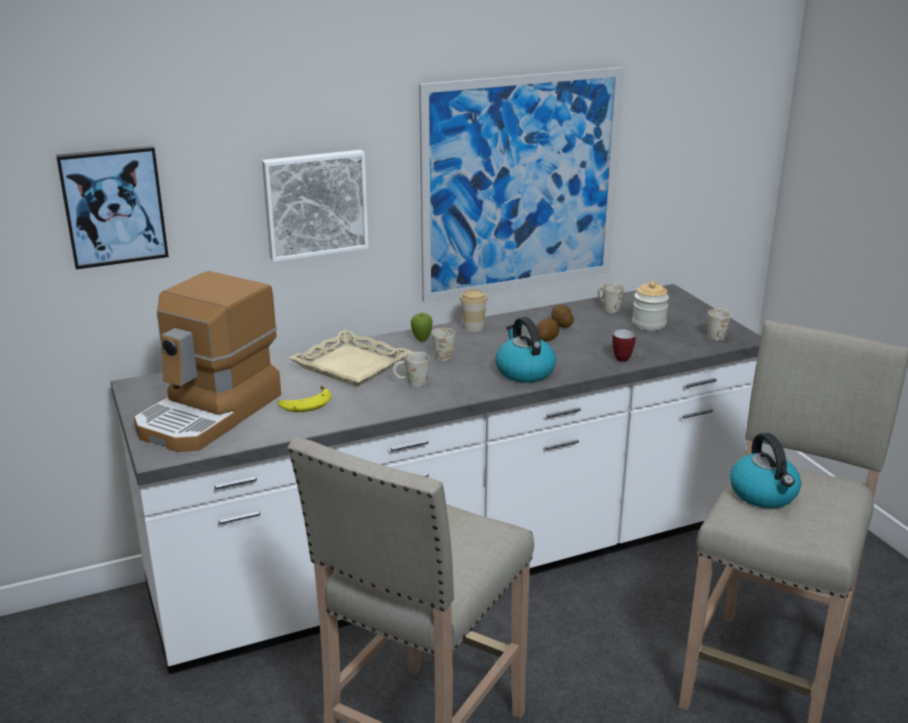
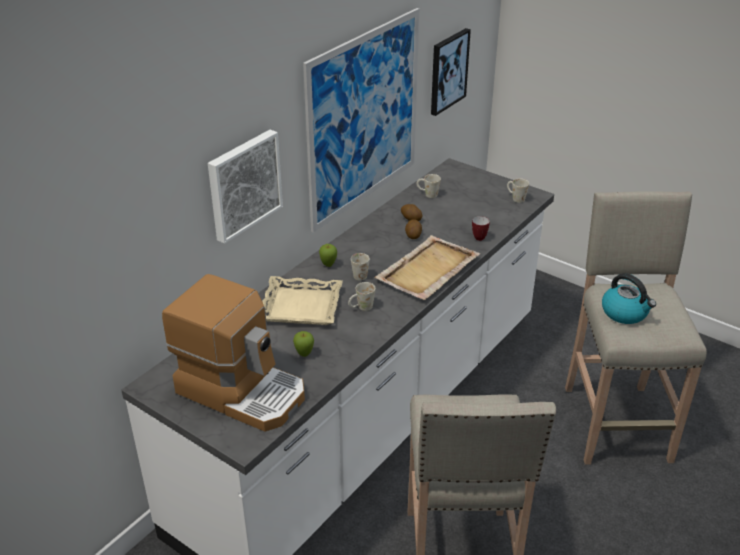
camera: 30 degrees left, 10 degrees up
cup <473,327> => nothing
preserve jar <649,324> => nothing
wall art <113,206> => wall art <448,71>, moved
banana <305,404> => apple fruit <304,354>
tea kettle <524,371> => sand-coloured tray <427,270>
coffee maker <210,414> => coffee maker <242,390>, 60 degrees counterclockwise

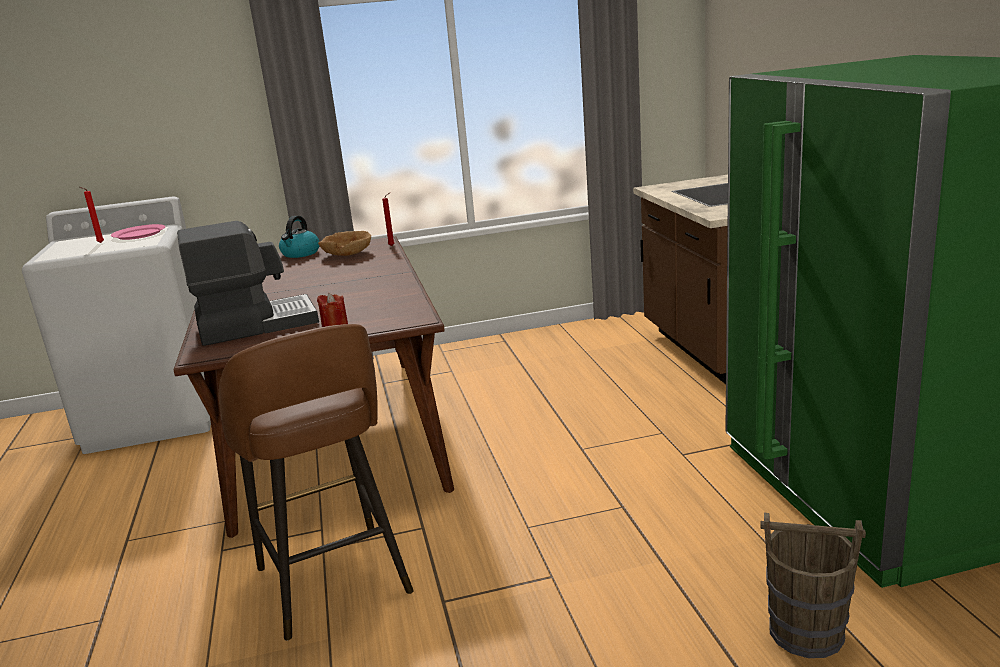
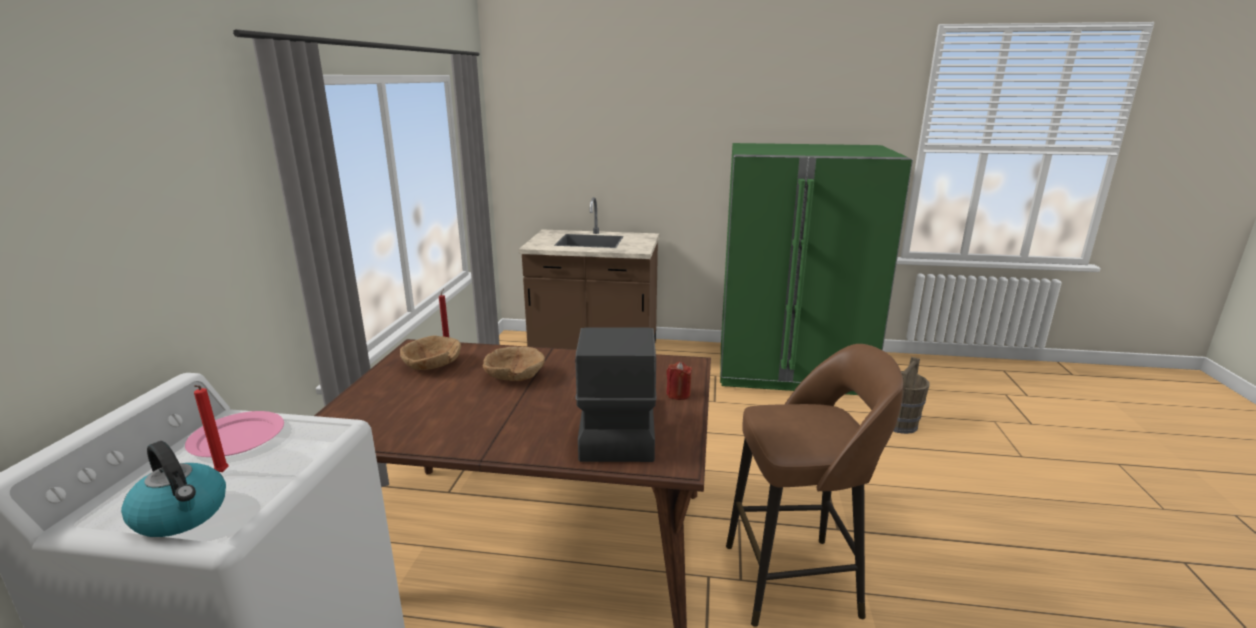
camera: 70 degrees left, 0 degrees up
nothing => brown-coloured deep dish <513,376>
tea kettle <300,253> => tea kettle <182,515>, moved

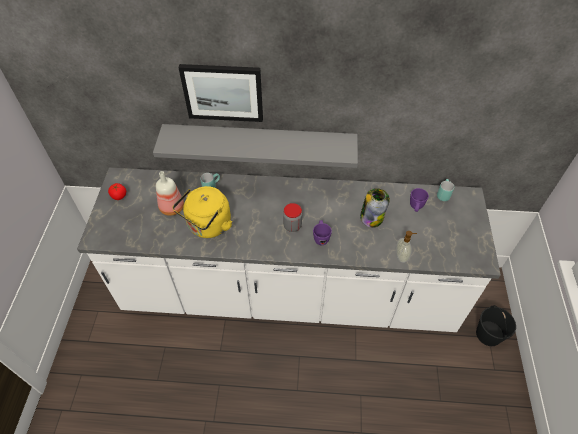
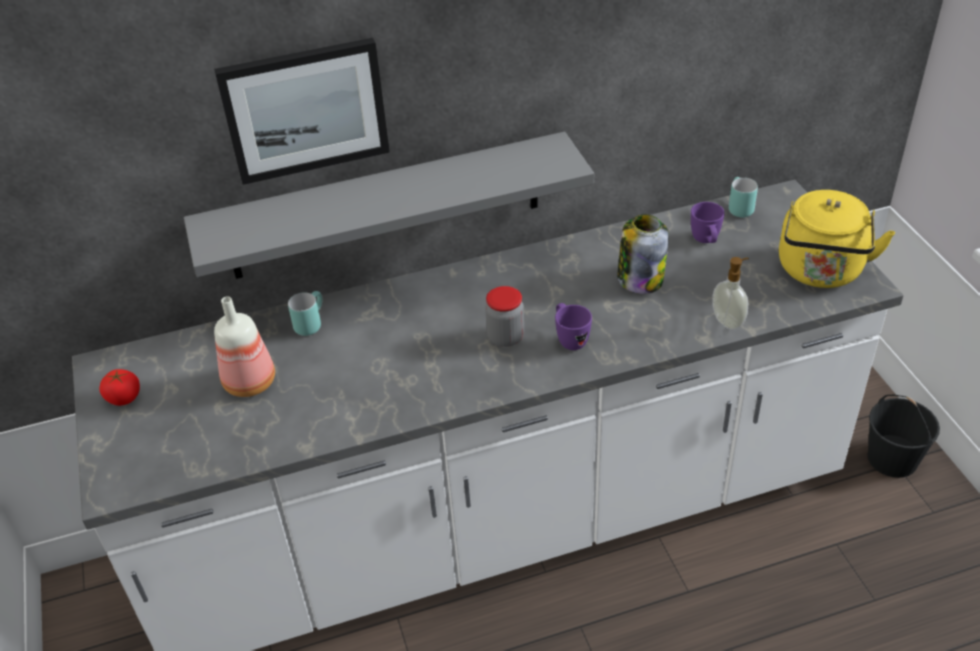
camera: 20 degrees left, 10 degrees down
yellow tea kettle <208,226> => yellow tea kettle <820,272>, moved

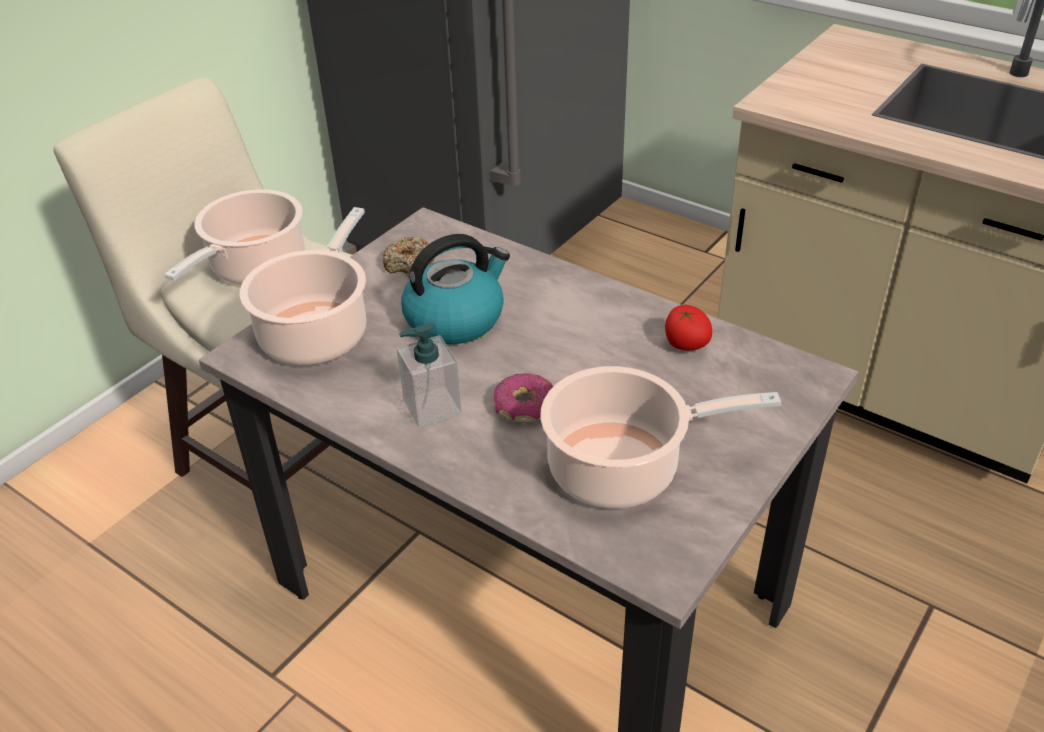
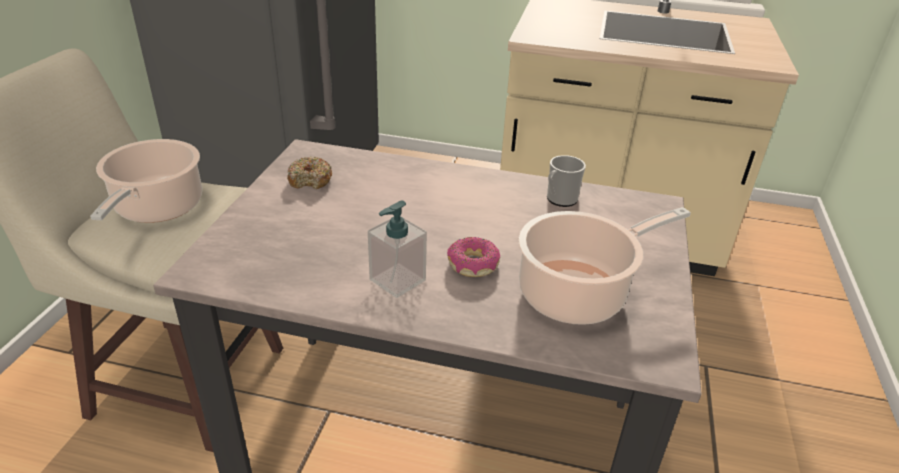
camera: 25 degrees left, 5 degrees down
saucepot <317,331> => nothing
tea kettle <456,318> => nothing
fresh tomato <685,344> => mug <559,200>

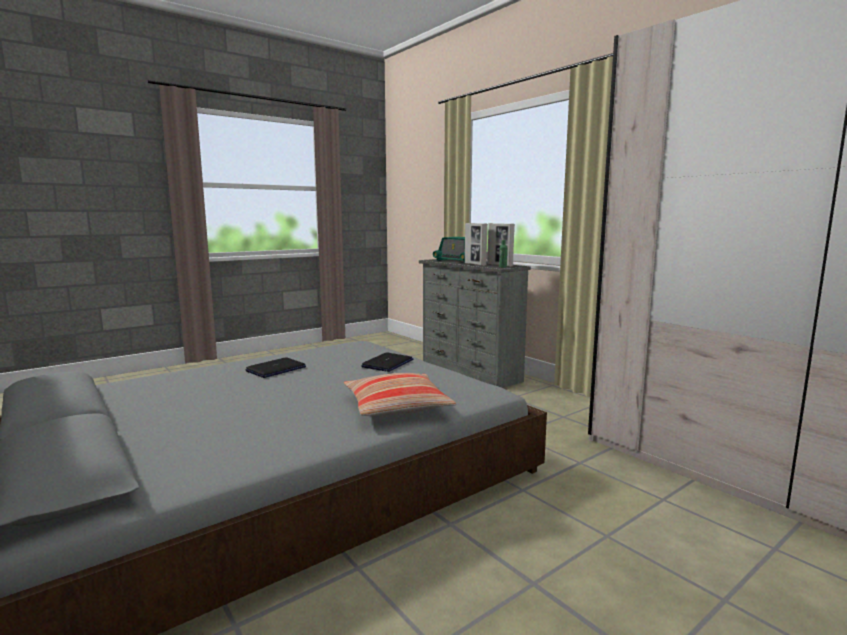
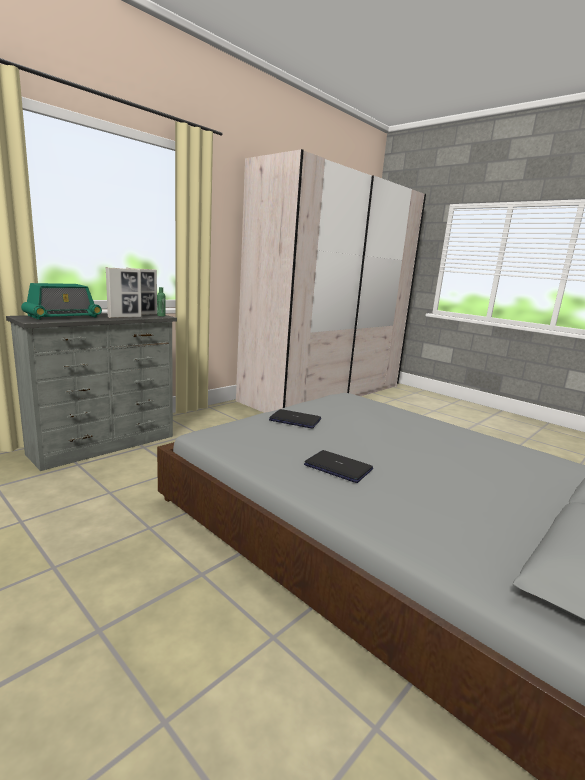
camera: 100 degrees left, 5 degrees up
throw pillow <397,406> => nothing

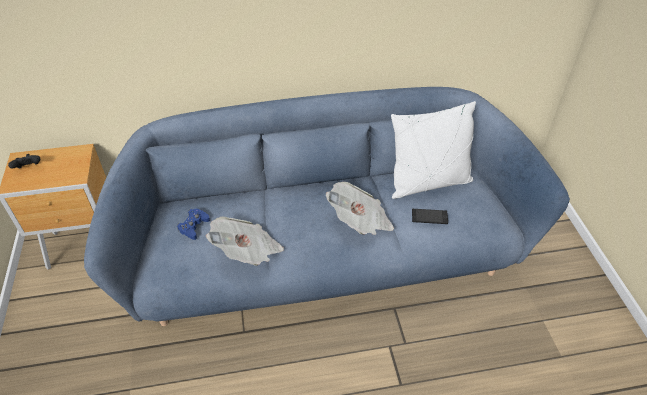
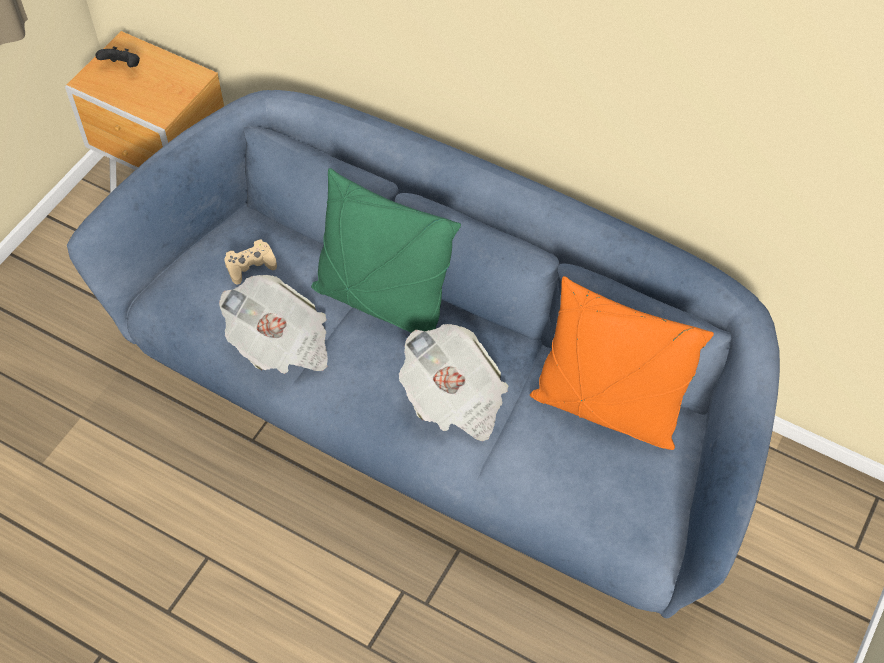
camera: 40 degrees right, 10 degrees up
telephone <429,217> => nothing
nothing => green throw pillow <382,302>
blue-coloured gamepad <194,226> => sand-coloured gamepad <250,265>
whitish throw pillow <428,183> => orange throw pillow <607,408>

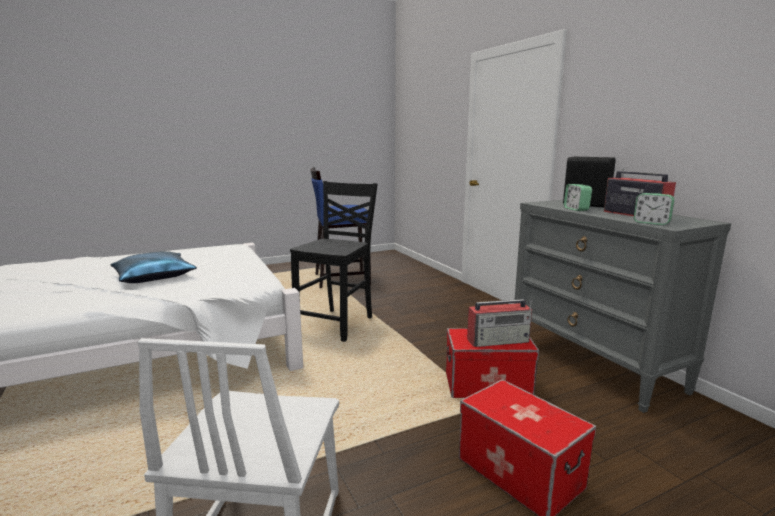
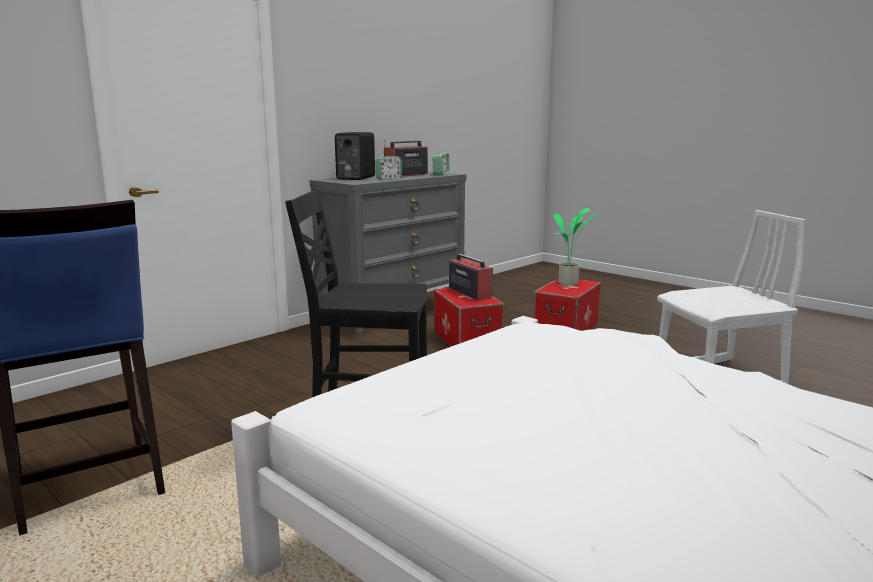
camera: 110 degrees left, 0 degrees up
blue-coloured throw pillow <154,276> => nothing
nothing => houseplant <569,283>

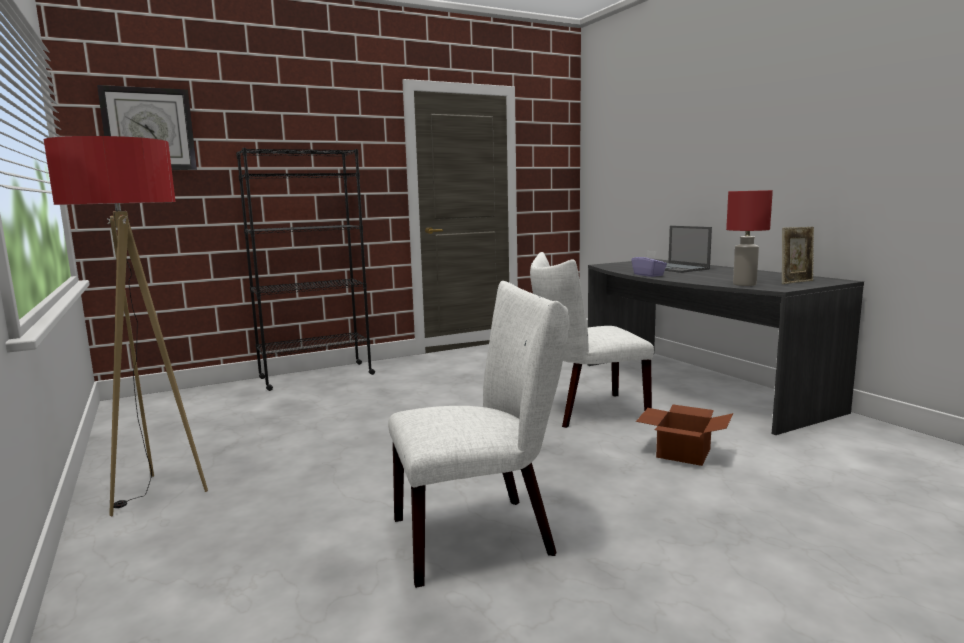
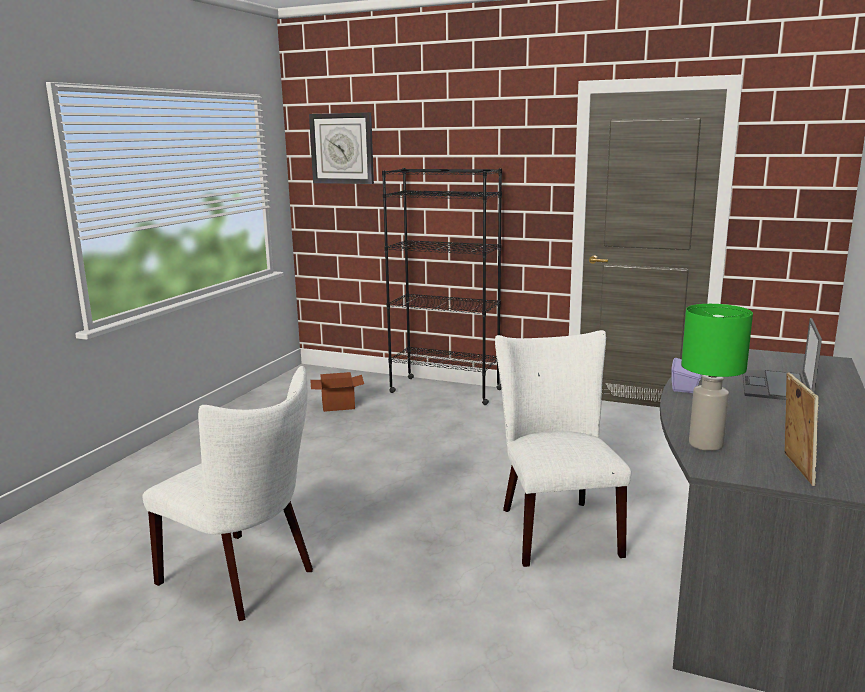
camera: 50 degrees right, 5 degrees up
standing lamp <157,494> => nothing
packing box <682,452> => packing box <339,404>, moved
reddish lamp for a table <744,285> => green lamp for a table <704,444>
whitish chair <586,411> => whitish chair <555,527>, 45 degrees clockwise
photo frame <796,282> => photo frame <795,468>, 105 degrees counterclockwise

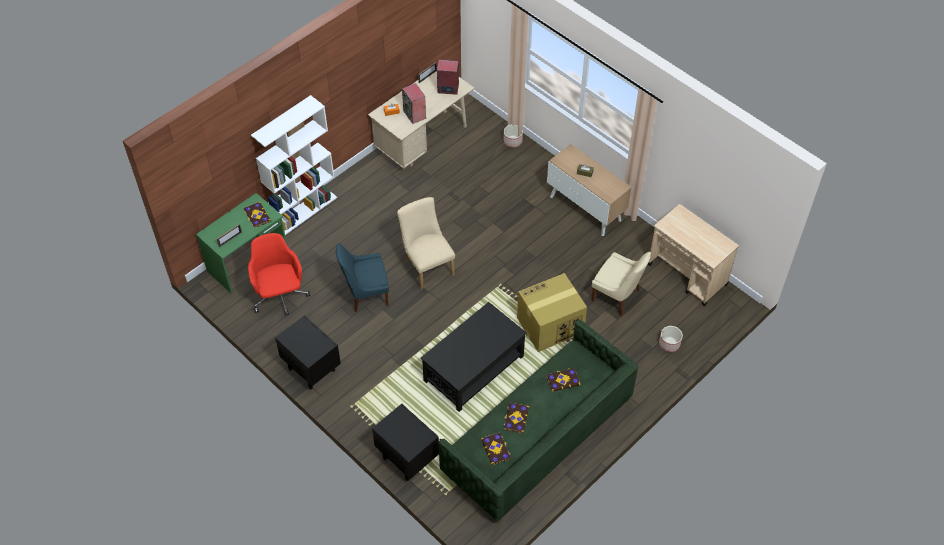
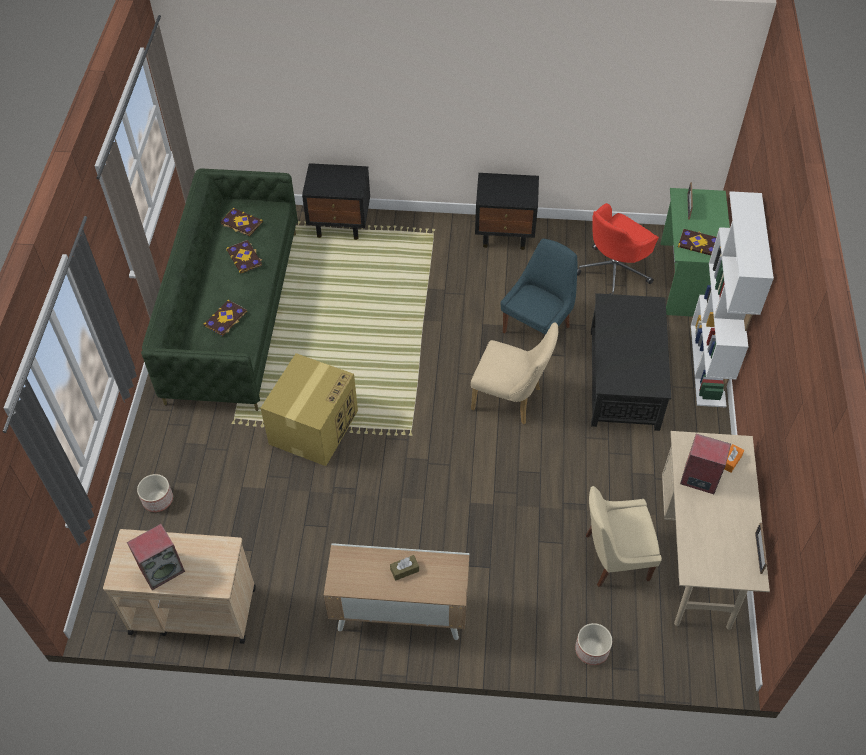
camera: 140 degrees right, 0 degrees up
black lounge table <473,368> => black lounge table <624,378>, moved
loudspeaker <447,88> => loudspeaker <162,569>, moved
sand-coloured chair <617,296> => sand-coloured chair <613,557>, moved
reddish computer chair <280,296> => reddish computer chair <614,271>, 105 degrees clockwise

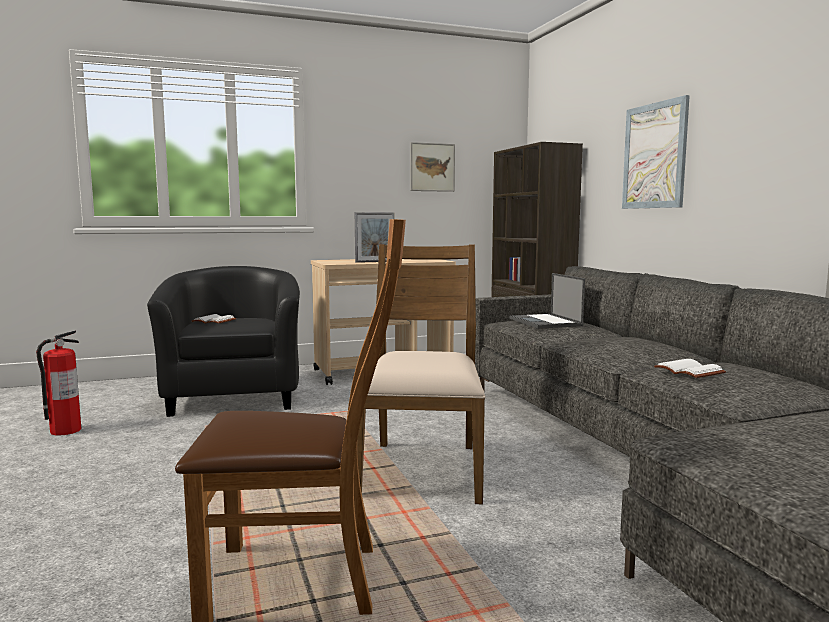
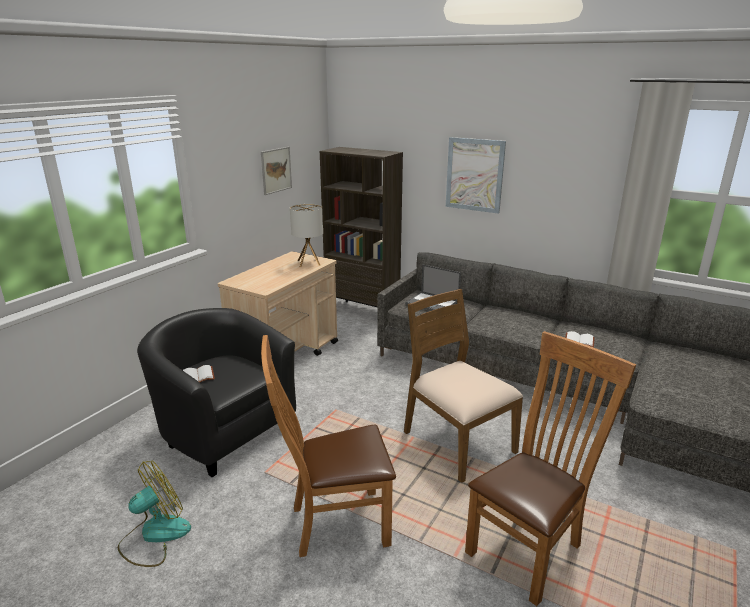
camera: 40 degrees left, 15 degrees up
photo frame <375,262> => nothing
nothing => brown-coloured chair <333,524>
nothing => lamp for a table <308,263>
extinguisher <65,431> => fan <154,535>

